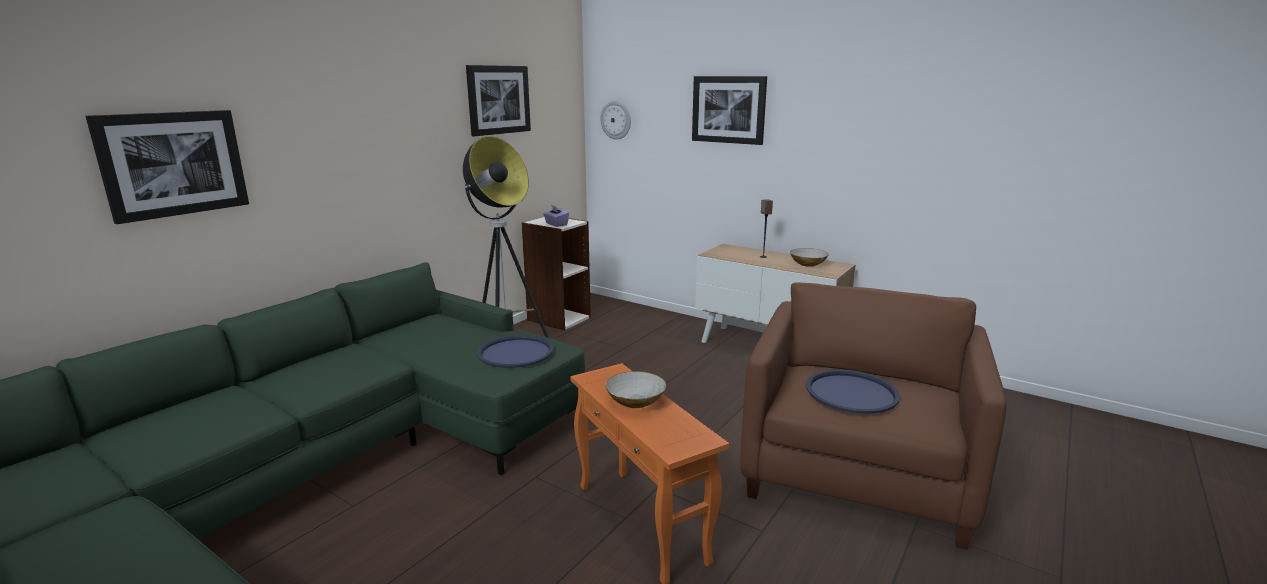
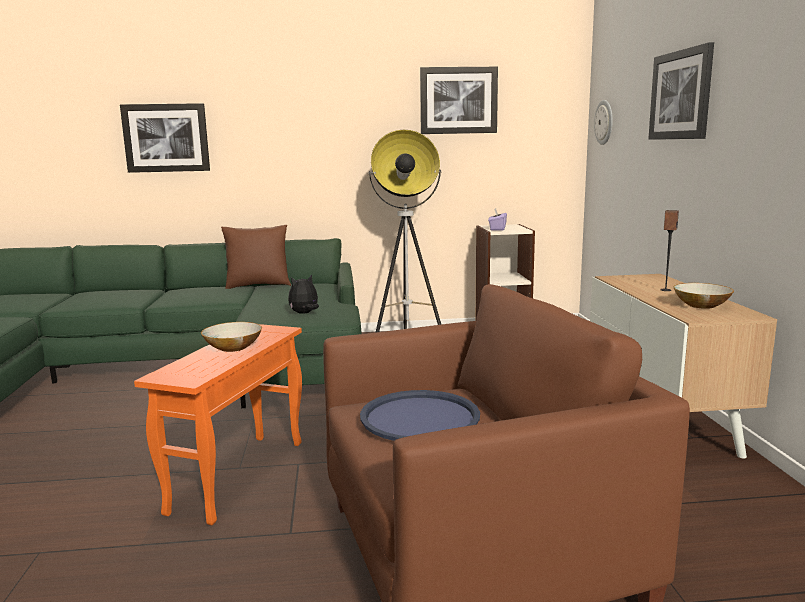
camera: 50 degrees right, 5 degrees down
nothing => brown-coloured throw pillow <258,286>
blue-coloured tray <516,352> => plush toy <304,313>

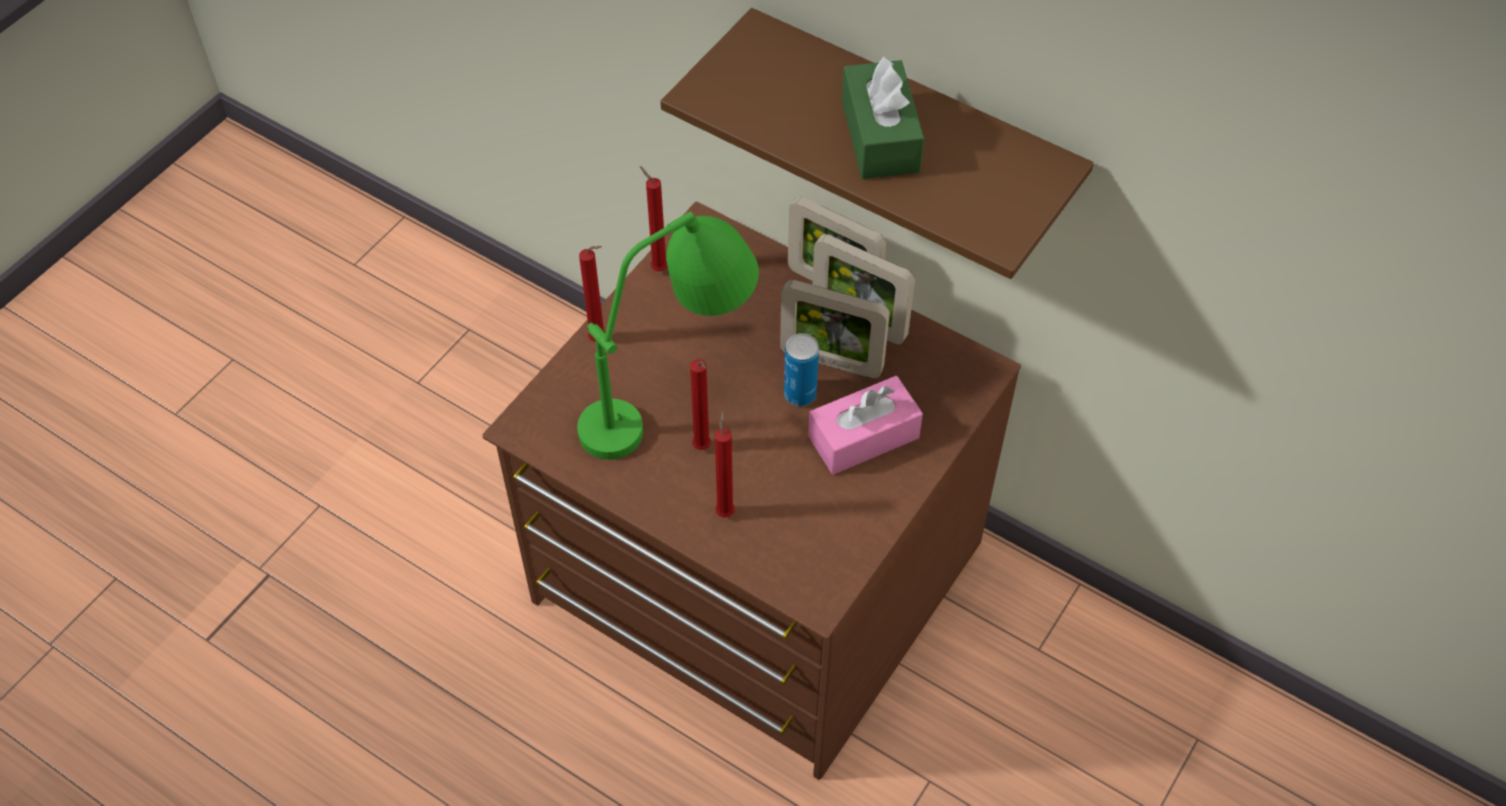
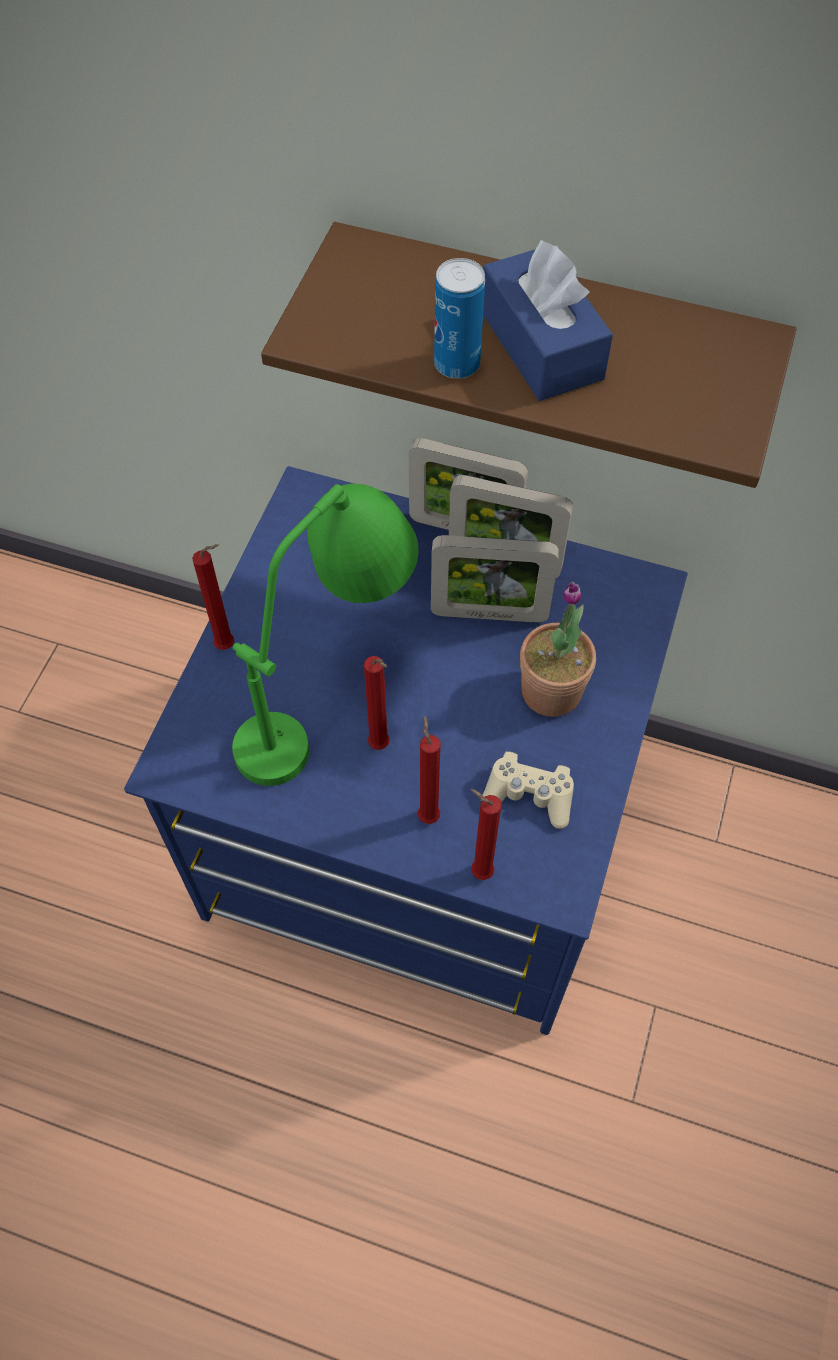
camera: 15 degrees left, 5 degrees up
nothing => sand-coloured gamepad <528,795>
reddish candle <657,268> => reddish candle <478,871>, moved
metal can <800,394> => metal can <457,364>, moved
pink-coloured box of tissues <863,437> => houseplant <551,691>
brown-coloured drawer chest <754,576> => blue-coloured drawer chest <420,835>
green box of tissues <880,136> => blue-coloured box of tissues <541,345>

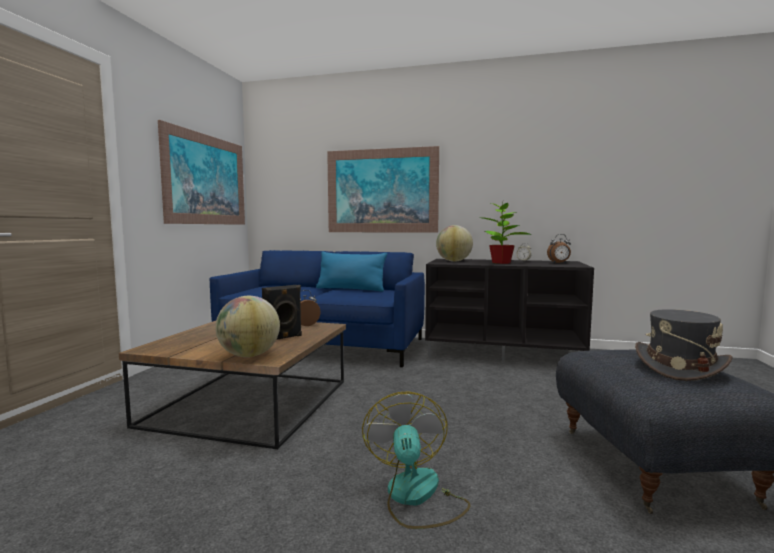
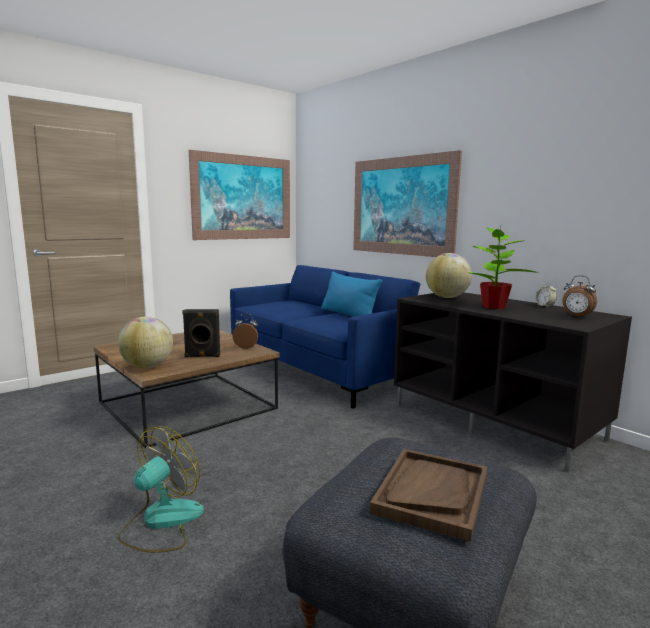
camera: 35 degrees right, 5 degrees up
gray clothing hat <679,367> => brown-coloured tray <431,493>

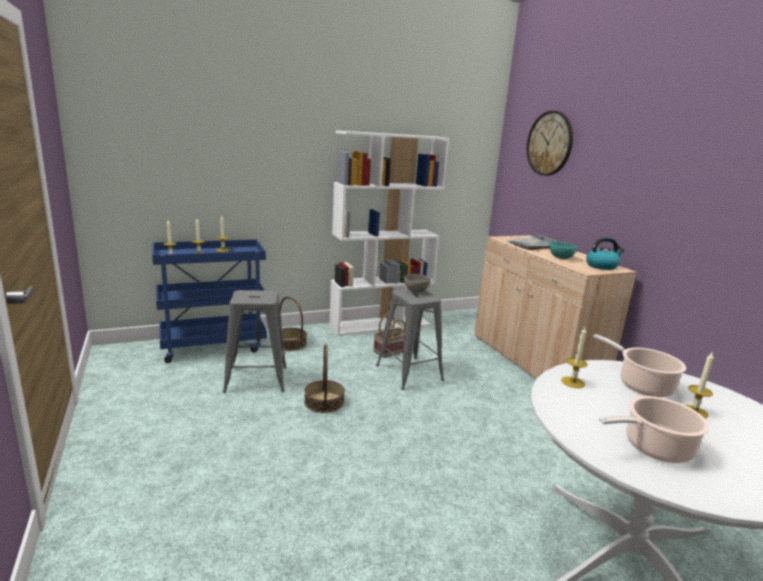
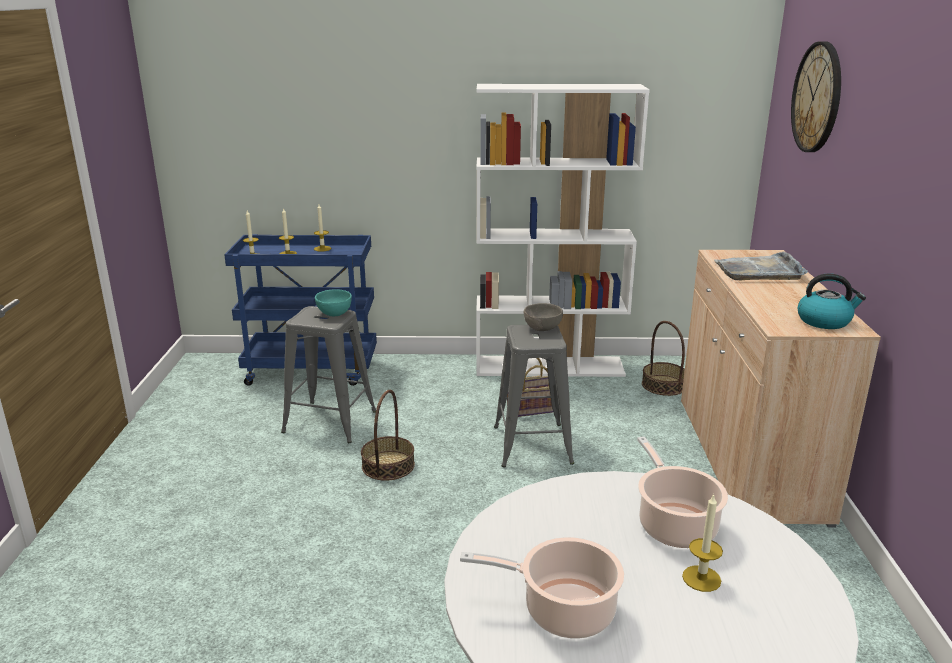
camera: 25 degrees right, 5 degrees up
candle <572,382> => nothing
storage basket <290,344> => storage basket <663,385>, moved
turquoise-coloured deep dish <561,258> => turquoise-coloured deep dish <334,314>, moved

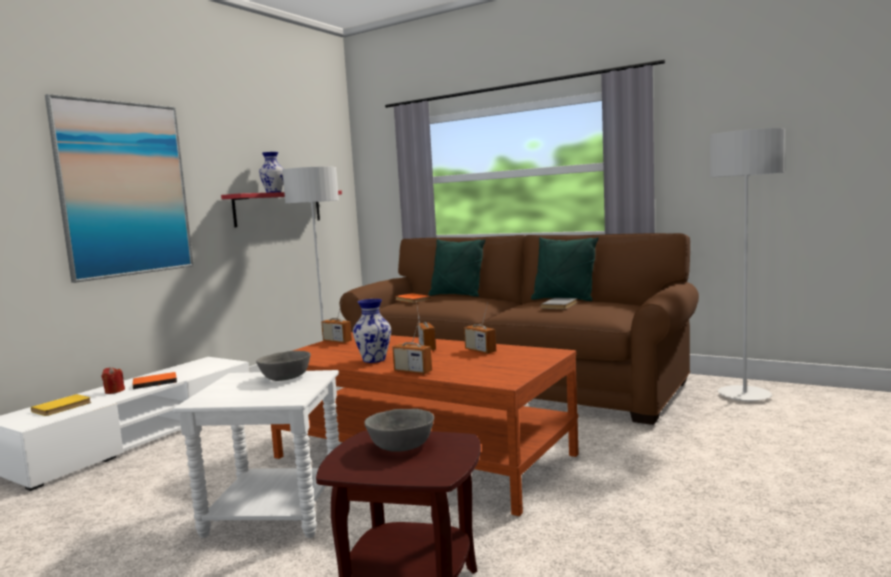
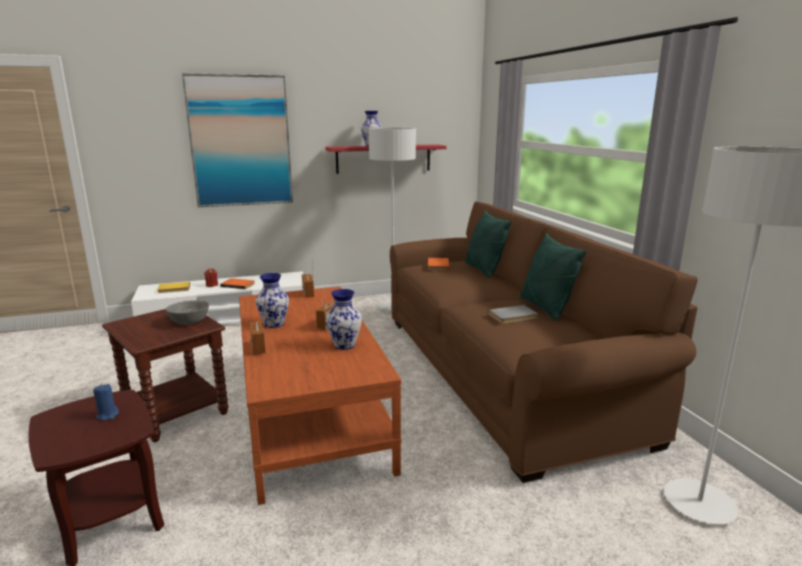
camera: 40 degrees right, 10 degrees up
gray deep dish <401,445> => blue-coloured candle <108,415>
radio set <480,351> => vase <345,345>
whitish end table <276,511> => brown-coloured end table <177,411>

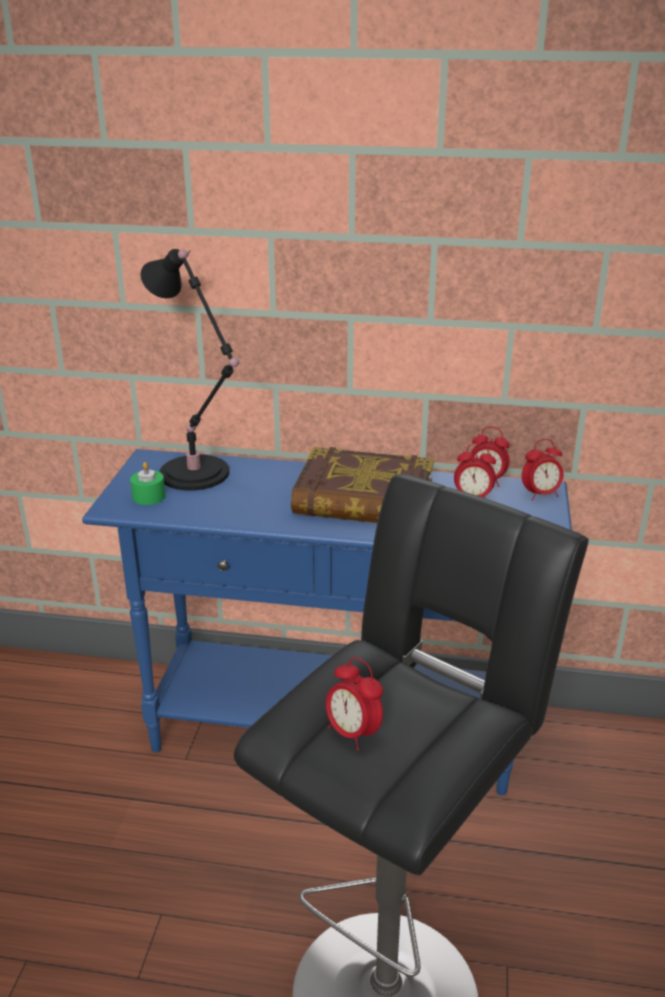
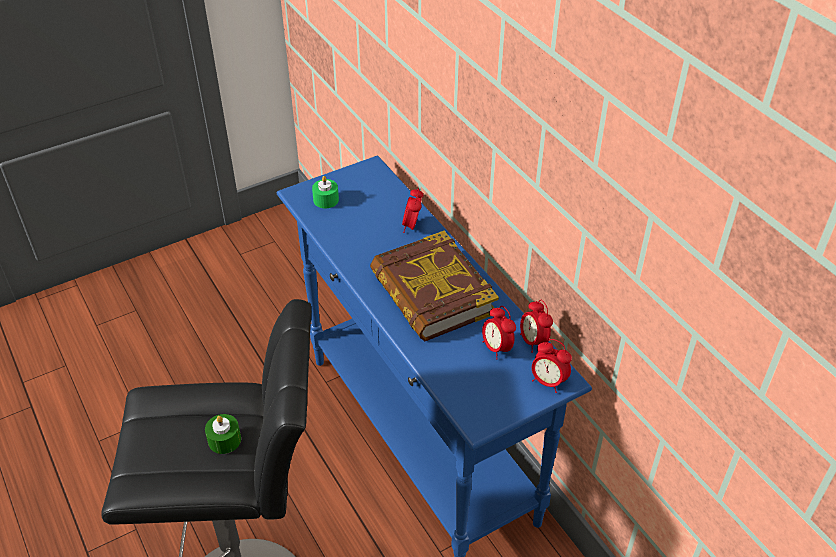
camera: 50 degrees right, 15 degrees up
black lamp for a table <197,476> => nothing
nothing => green candle <224,440>
table clock <353,733> => table clock <412,226>, moved

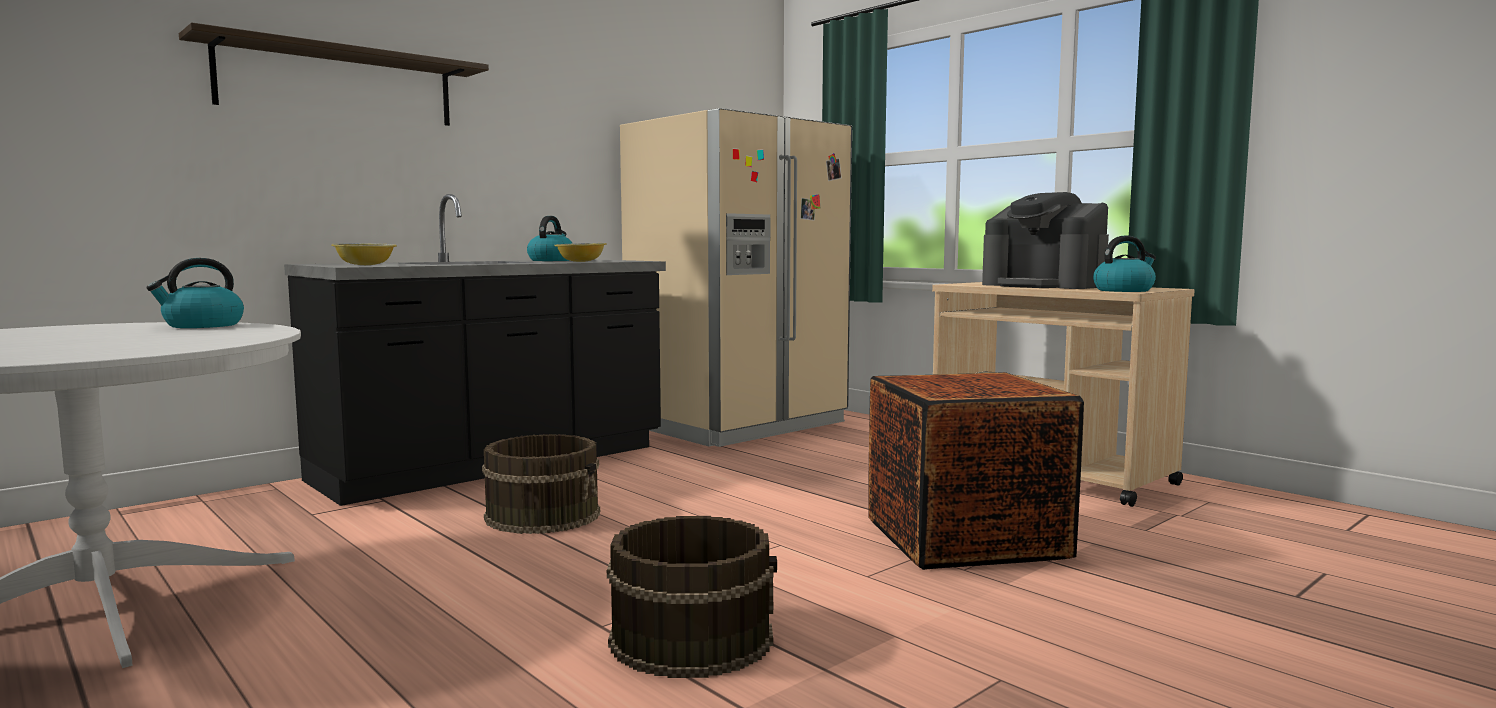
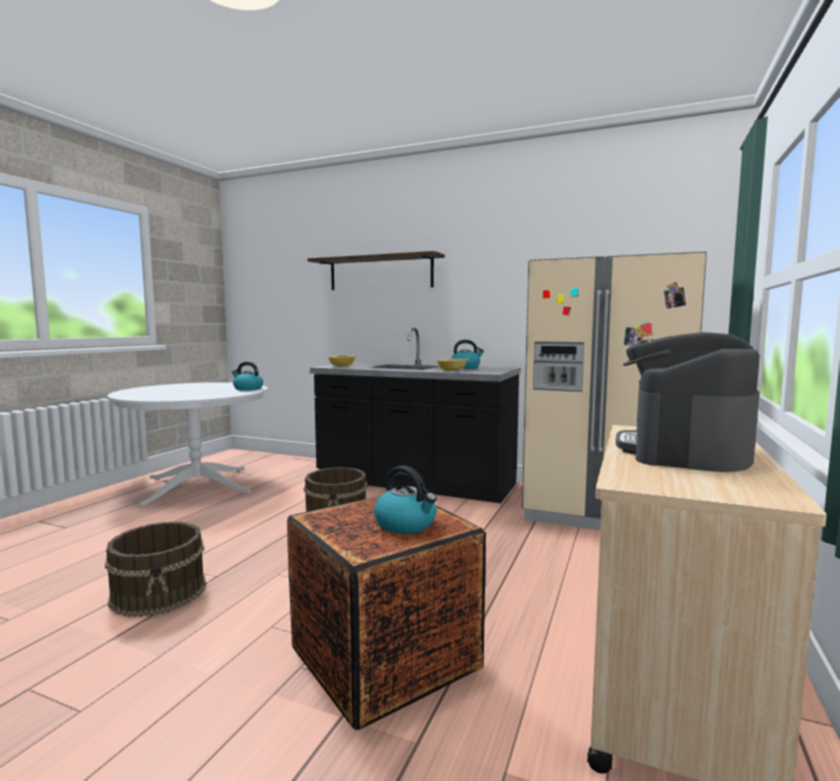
camera: 65 degrees right, 0 degrees up
tea kettle <1124,290> => tea kettle <406,524>, moved

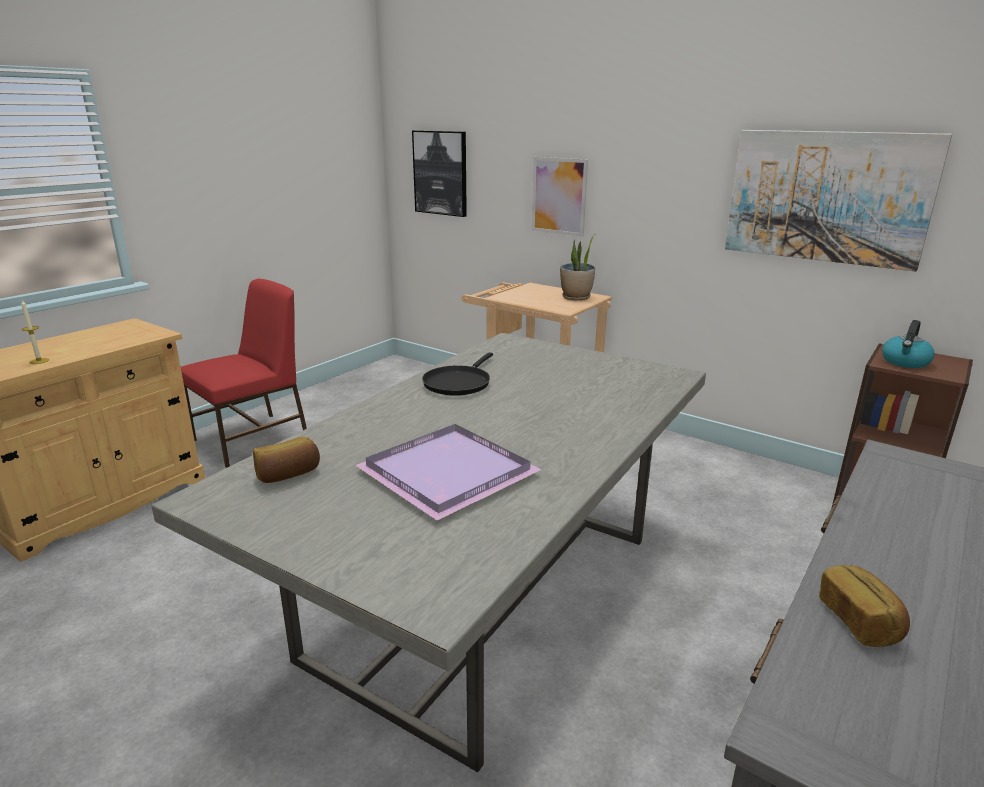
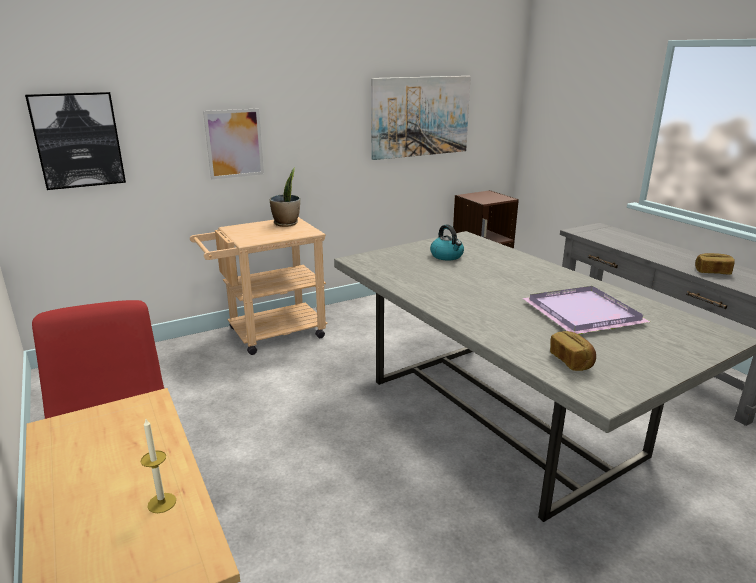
camera: 65 degrees left, 0 degrees up
black frying pan <458,383> => nothing
tea kettle <905,362> => tea kettle <447,256>, moved

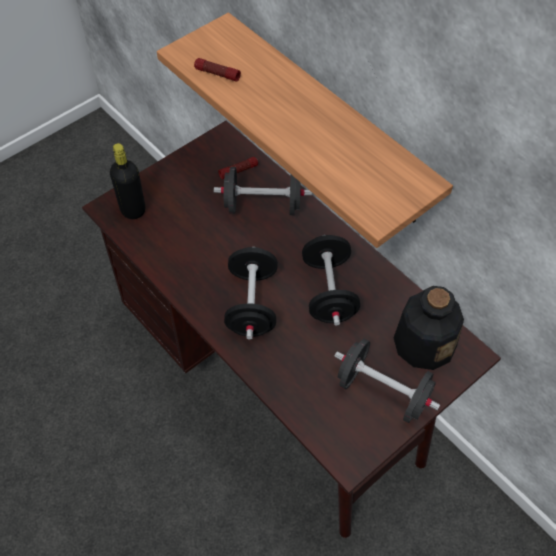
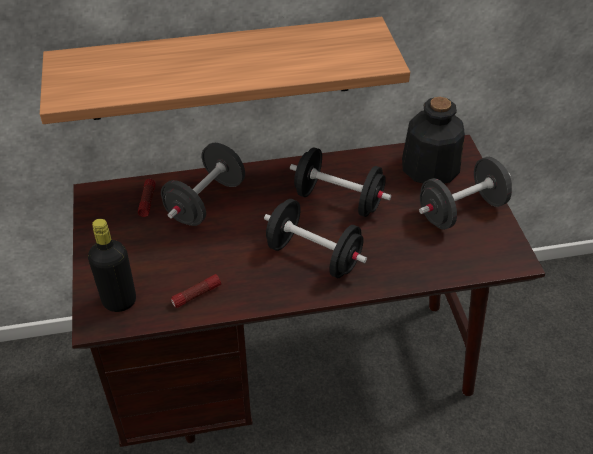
camera: 60 degrees left, 10 degrees down
flashlight <217,74> => flashlight <196,295>, moved

